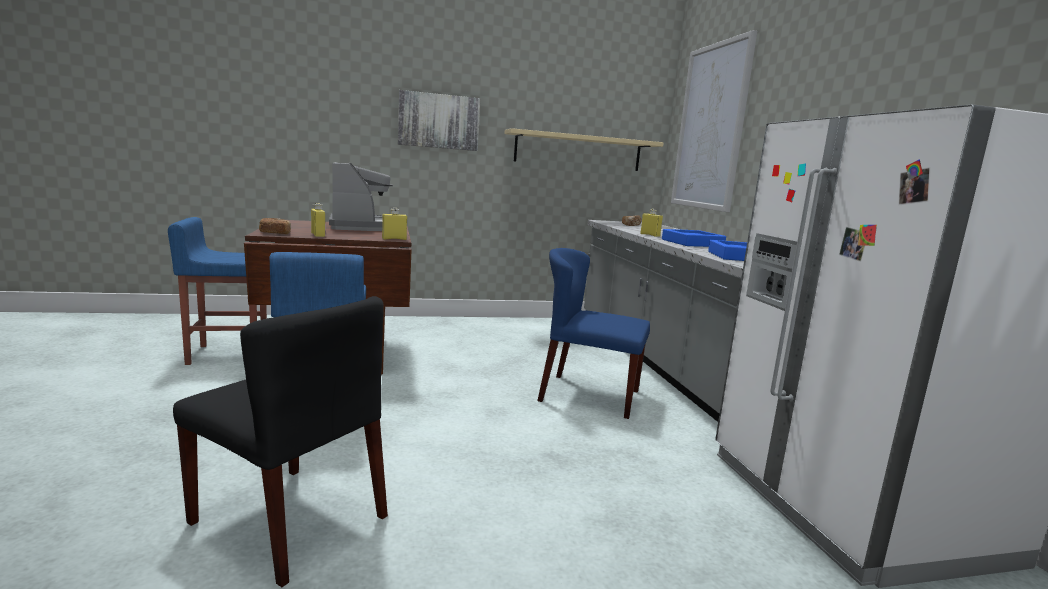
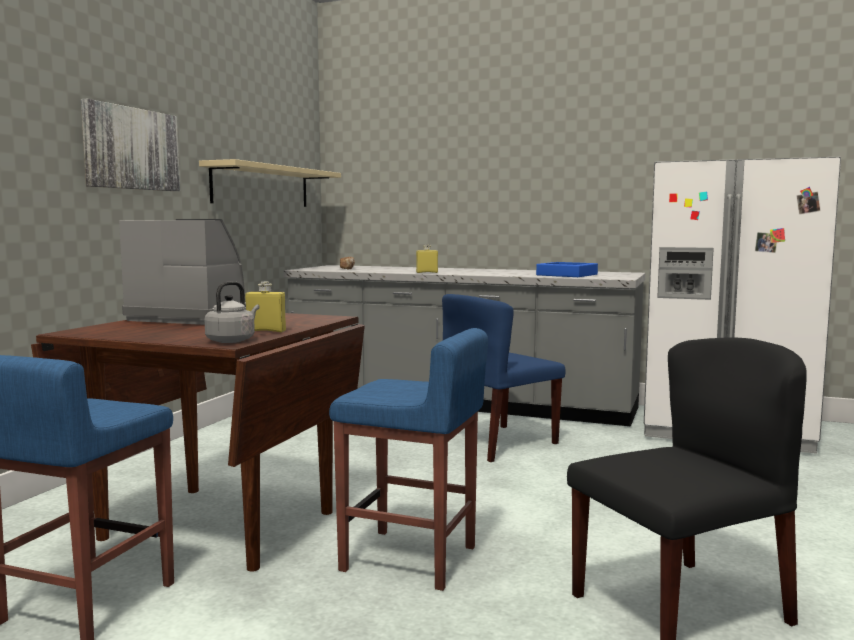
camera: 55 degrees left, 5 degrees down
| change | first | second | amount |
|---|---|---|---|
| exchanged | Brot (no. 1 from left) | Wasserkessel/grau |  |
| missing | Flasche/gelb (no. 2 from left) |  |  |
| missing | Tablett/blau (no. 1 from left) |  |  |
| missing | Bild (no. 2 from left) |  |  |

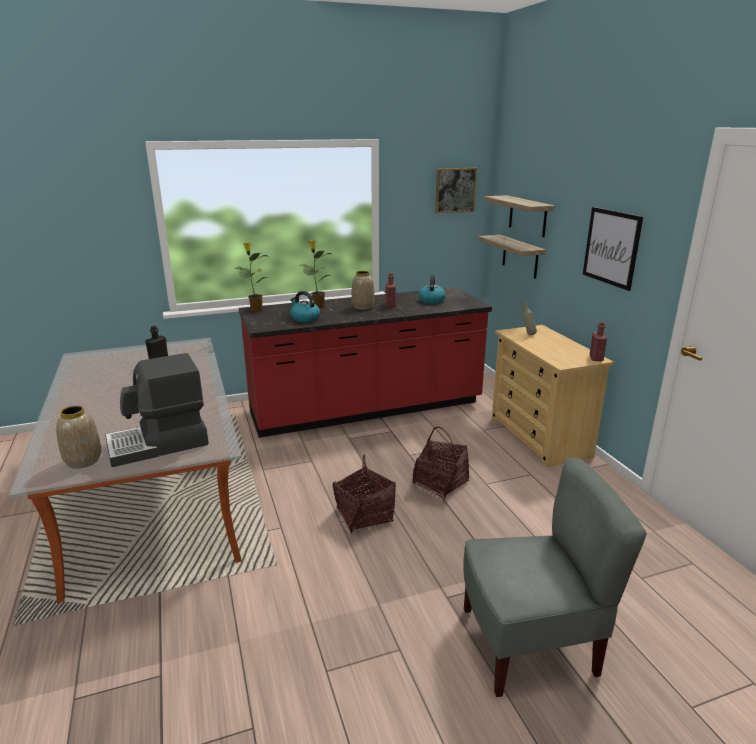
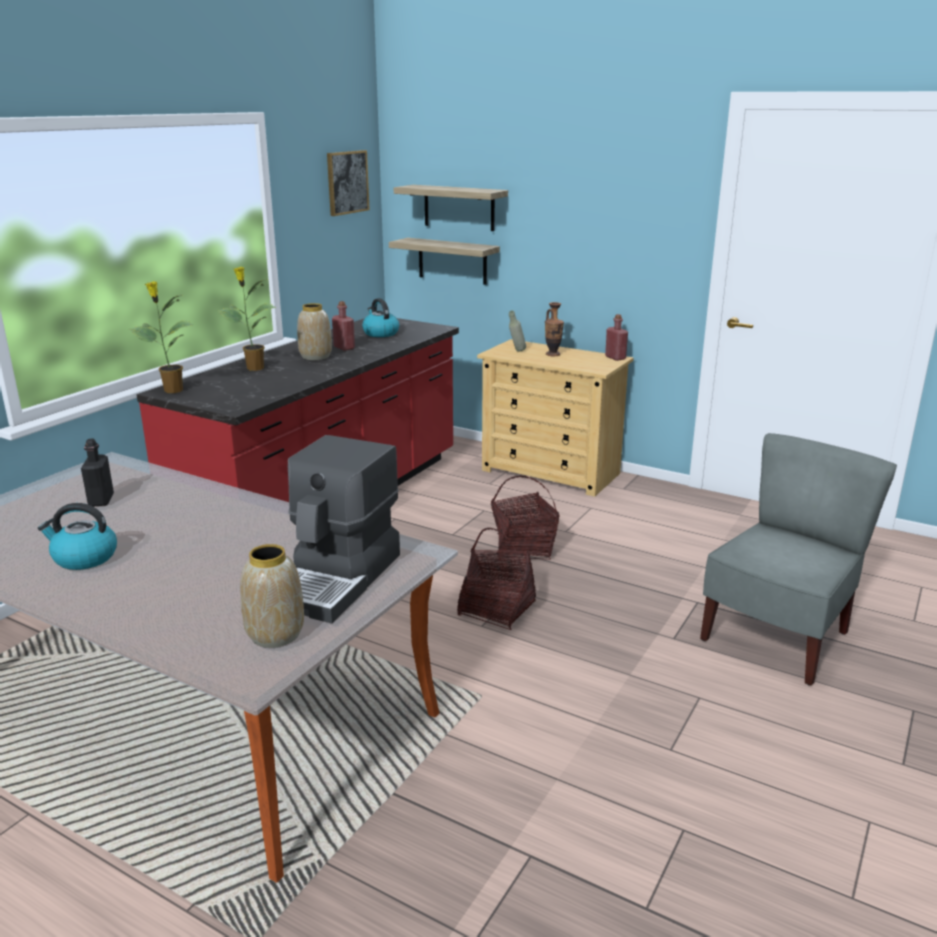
camera: 40 degrees left, 0 degrees up
| change | first | second | amount |
|---|---|---|---|
| relocated | Wasserkessel (no. 1 from left) |  |  |
| missing | Bild (no. 2 from left) |  |  |
| appeared |  | Vase (no. 3 from left) |  |

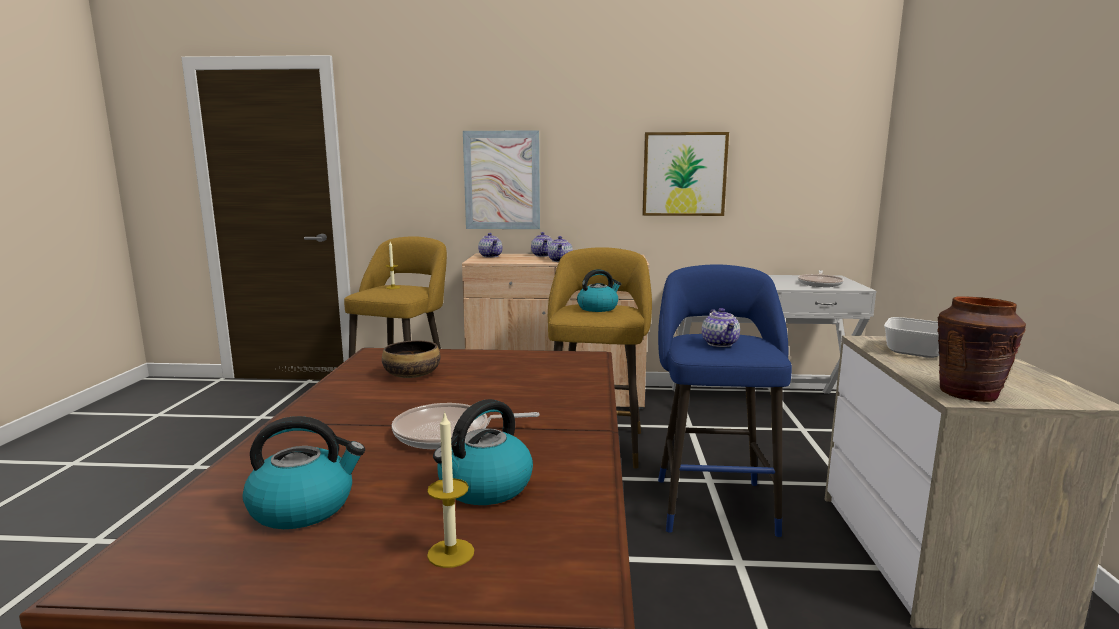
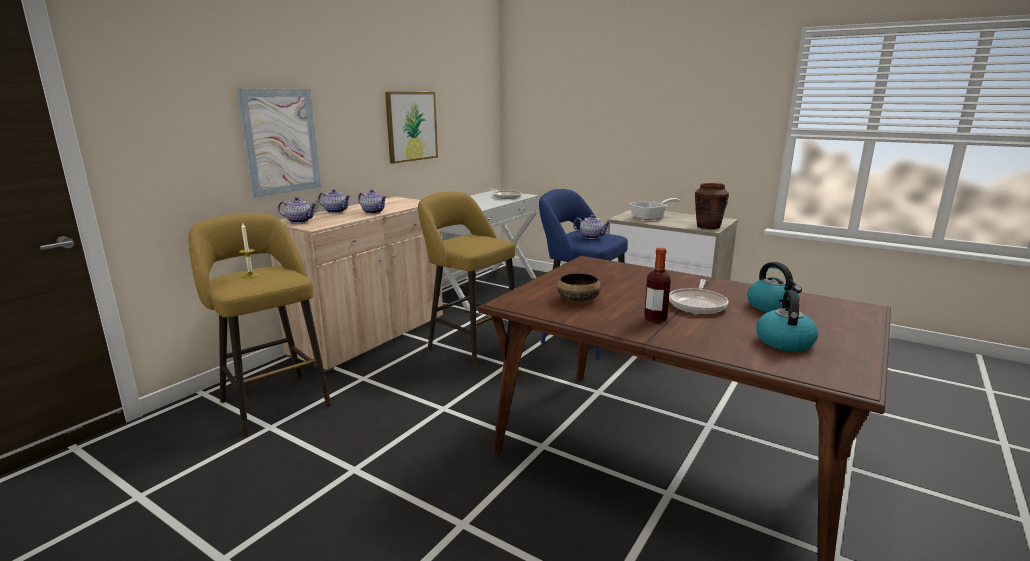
camera: 60 degrees left, 5 degrees up
| change | first | second | amount |
|---|---|---|---|
| missing | Kerze (no. 2 from left) |  |  |
| missing | Wasserkessel (no. 3 from left) |  |  |
| appeared |  | Flasche |  |

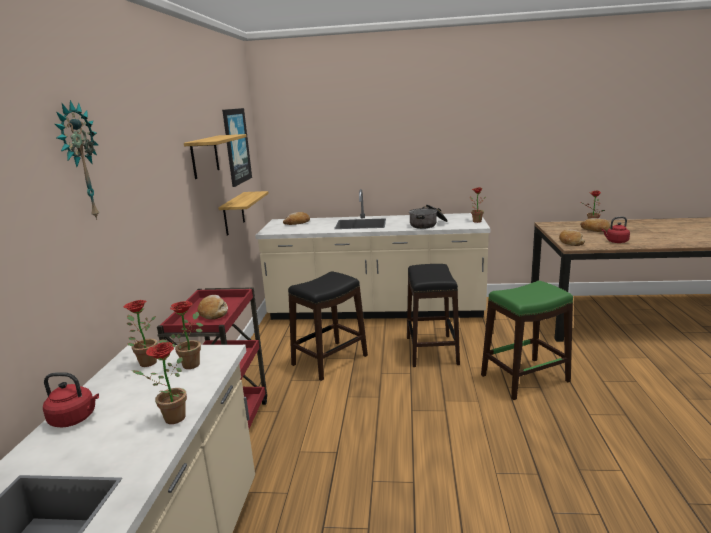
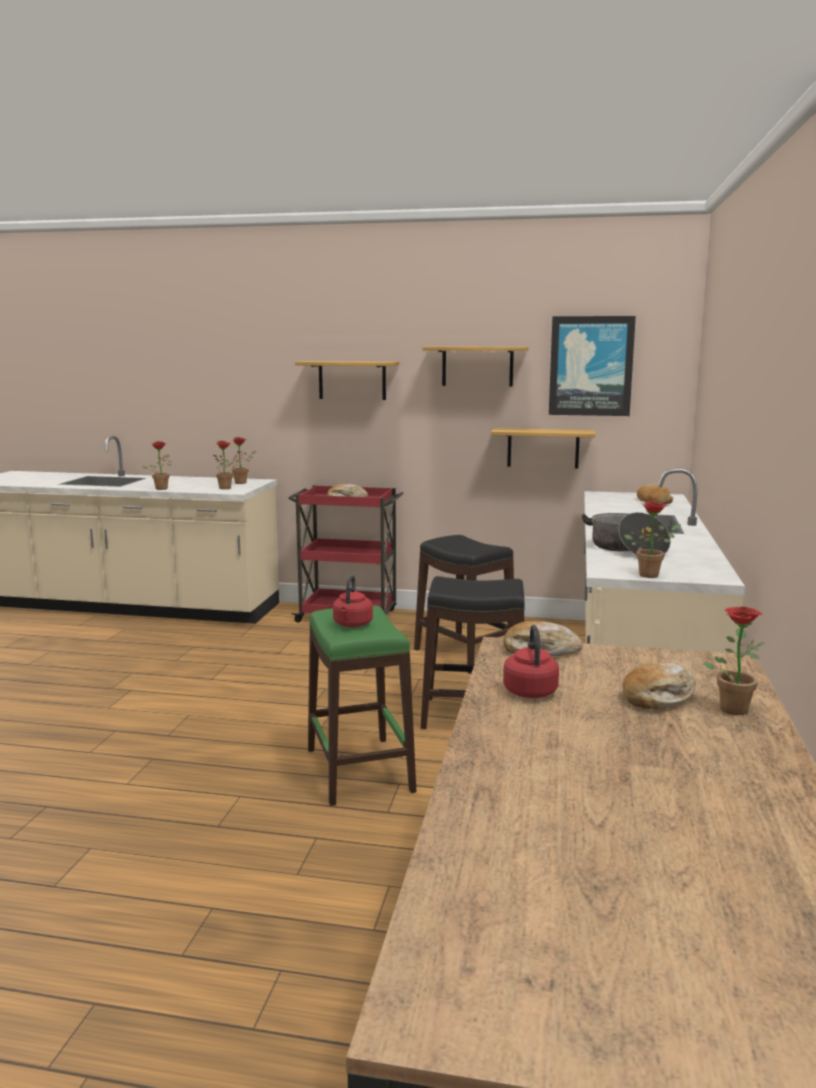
camera: 95 degrees right, 5 degrees down
| change | first | second | amount |
|---|---|---|---|
| relocated | Wasserkessel/rot (no. 1 from left) |  |  |
| missing | Wanduhr |  |  |
| appeared |  | Wandregal (no. 1 from left) |  |

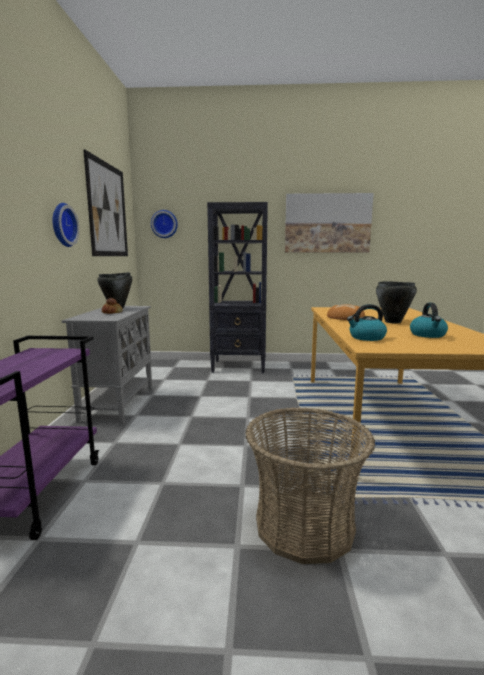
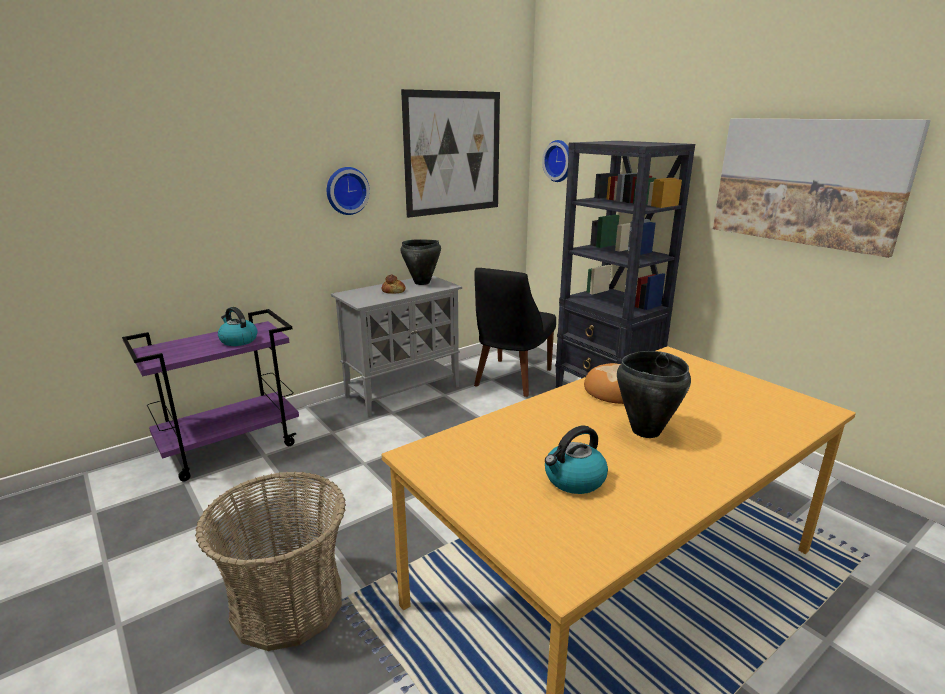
camera: 50 degrees right, 10 degrees up
| change | first | second | amount |
|---|---|---|---|
| relocated | Wasserkessel (no. 1 from left) |  |  |
| appeared |  | Stuhl/schwarz |  |

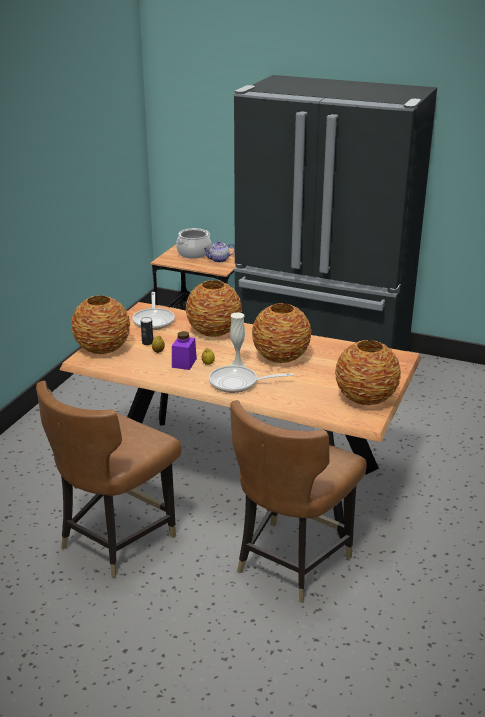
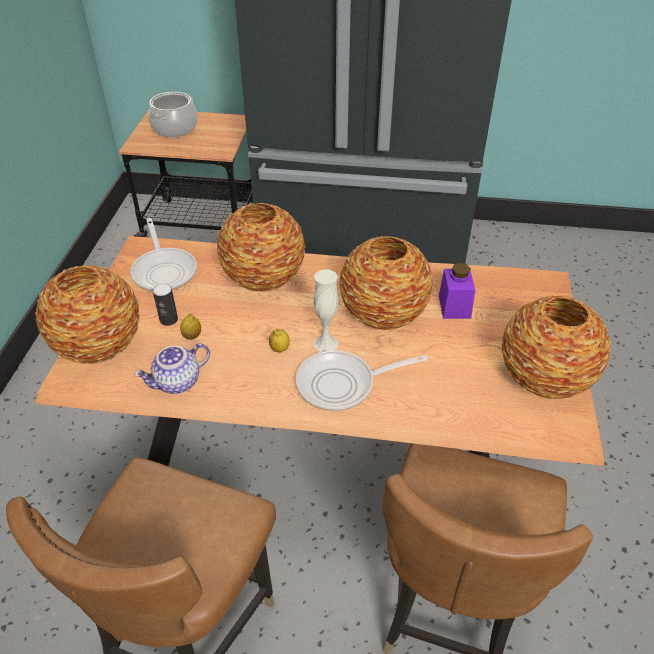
camera: 15 degrees left, 15 degrees up
| change | first | second | amount |
|---|---|---|---|
| relocated | Vorratsglas/lila |  |  |
| relocated | Teekanne |  |  |

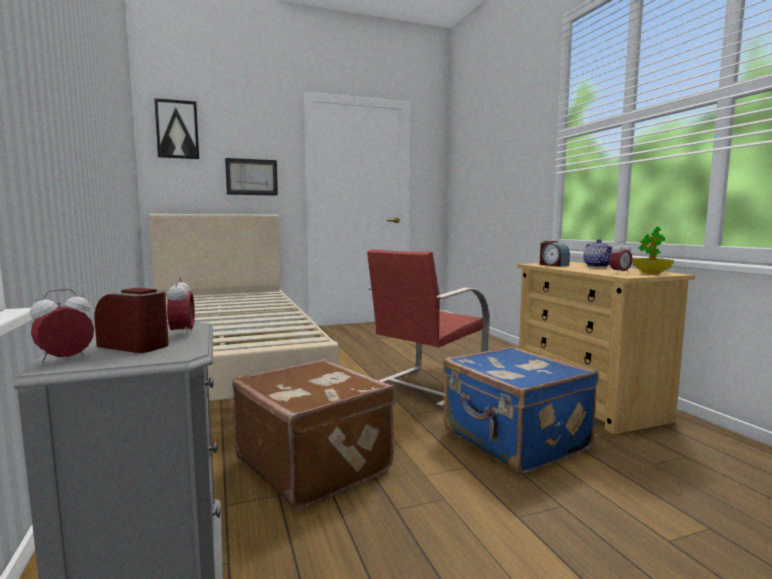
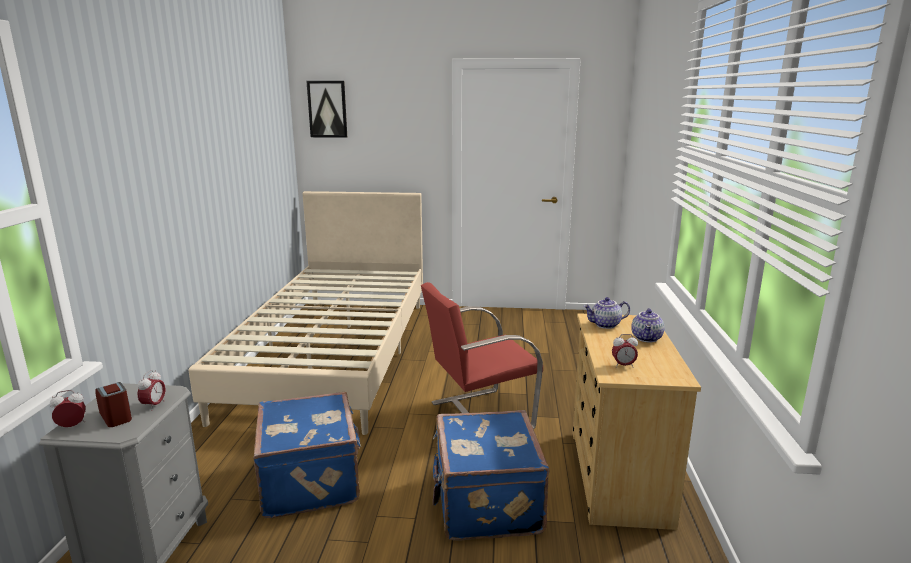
camera: 25 degrees right, 10 degrees up
| change | first | second | amount |
|---|---|---|---|
| missing | Bild (no. 2 from left) |  |  |
| colour | Koffer/braun | Koffer/blau (no. 1 from left) |  |
| exchanged | Wecker (no. 4 from left) | Teekanne (no. 1 from left) |  |
| missing | Topfpflanze |  |  |

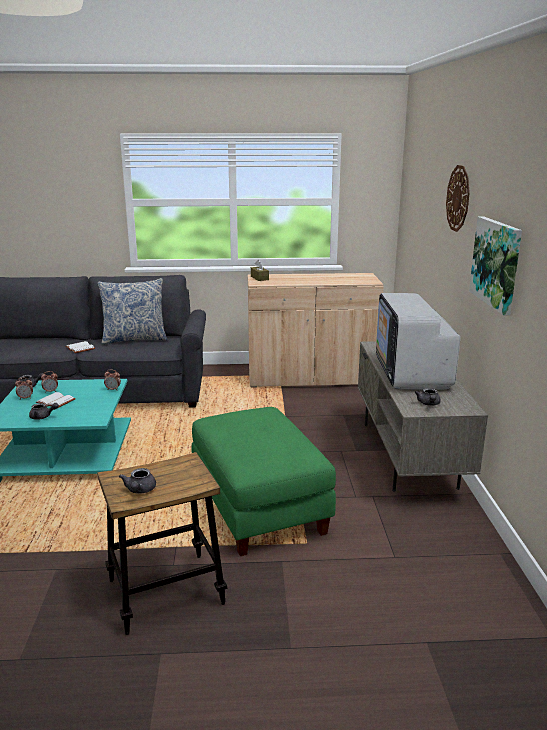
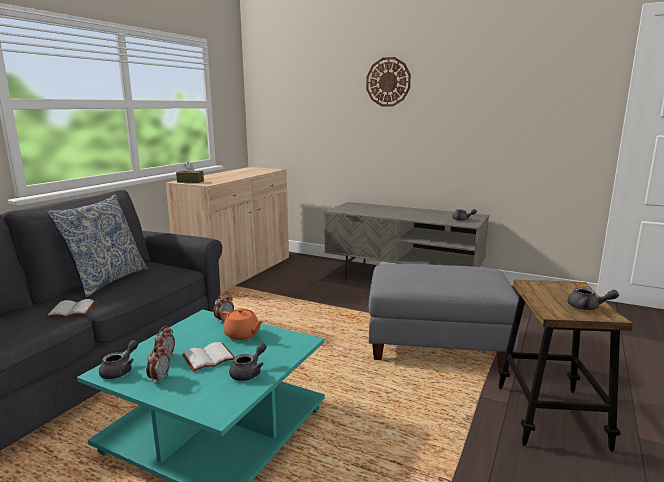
camera: 60 degrees left, 5 degrees down
| change | first | second | amount |
|---|---|---|---|
| colour | Polsterhocker/grün | Polsterhocker/grau |  |
| missing | Fernseher |  |  |
| missing | Bild |  |  |
| appeared |  | Teekanne/orange |  |

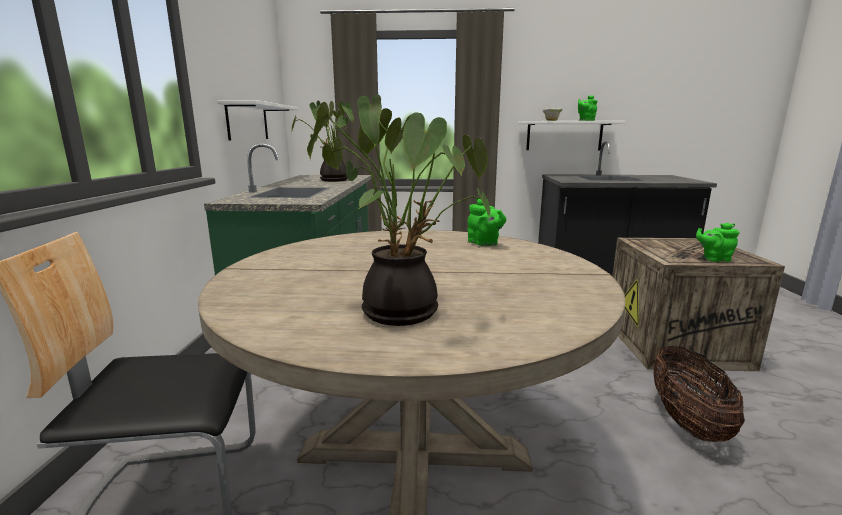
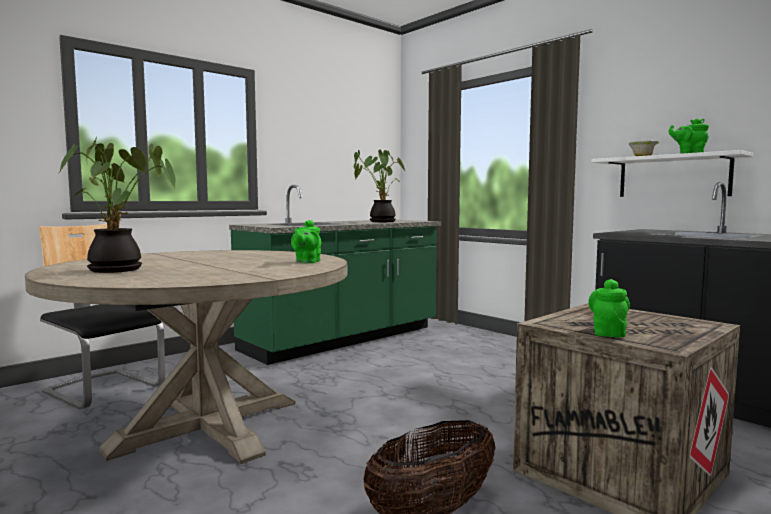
camera: 45 degrees right, 10 degrees down
| change | first | second | amount |
|---|---|---|---|
| missing | Wandregal/weiß (no. 1 from left) |  |  |
| spun | Teekanne/grün (no. 3 from left in the first image) | Teekanne/grün (no. 2 from left) | 60 degrees clockwise |

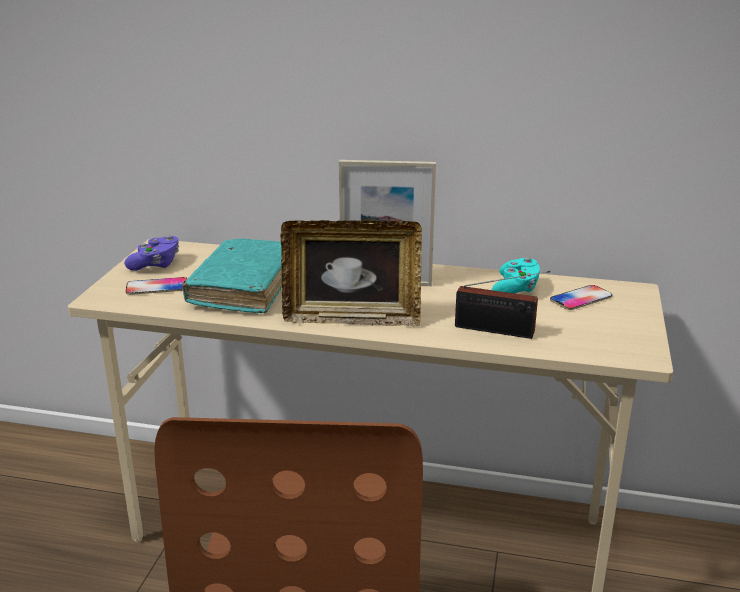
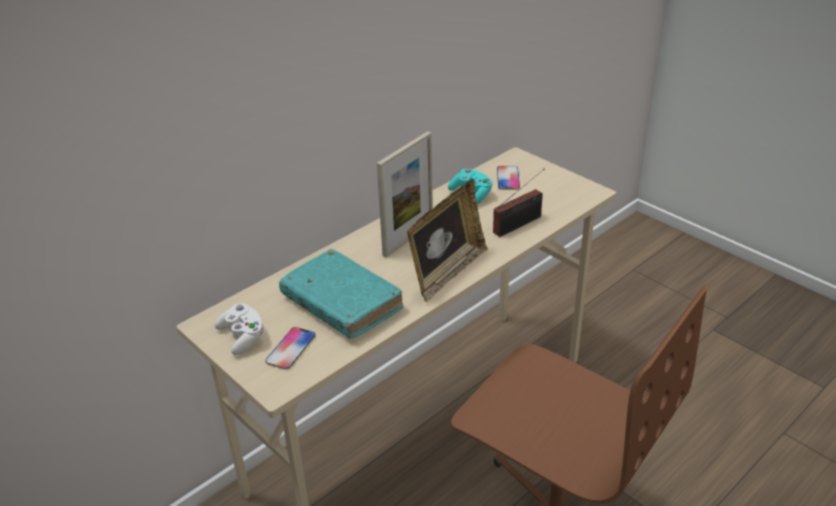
camera: 55 degrees left, 10 degrees up
| change | first | second | amount |
|---|---|---|---|
| colour | Gamepad/lila | Gamepad/weiß |  |

